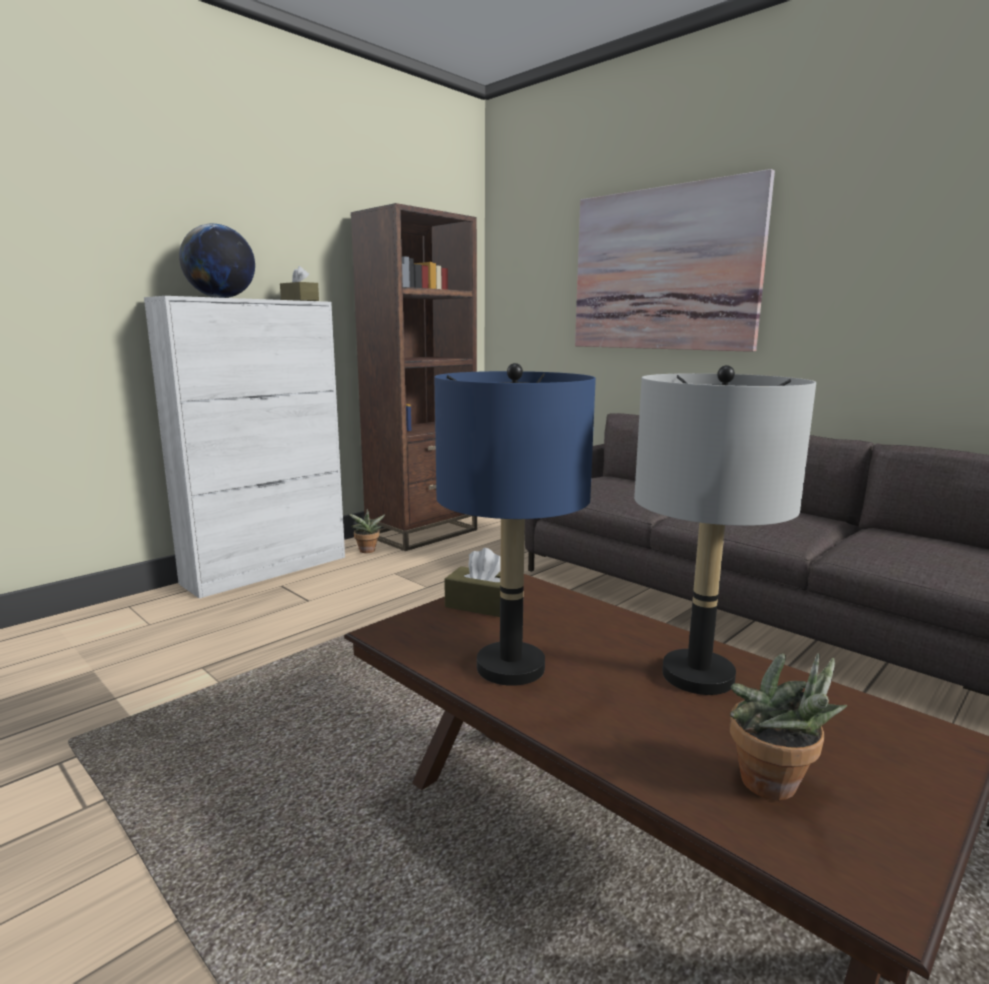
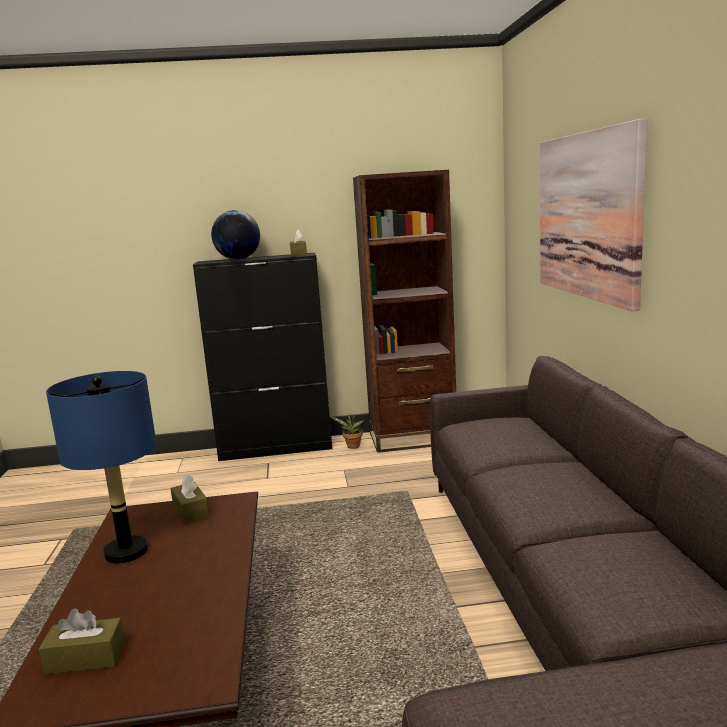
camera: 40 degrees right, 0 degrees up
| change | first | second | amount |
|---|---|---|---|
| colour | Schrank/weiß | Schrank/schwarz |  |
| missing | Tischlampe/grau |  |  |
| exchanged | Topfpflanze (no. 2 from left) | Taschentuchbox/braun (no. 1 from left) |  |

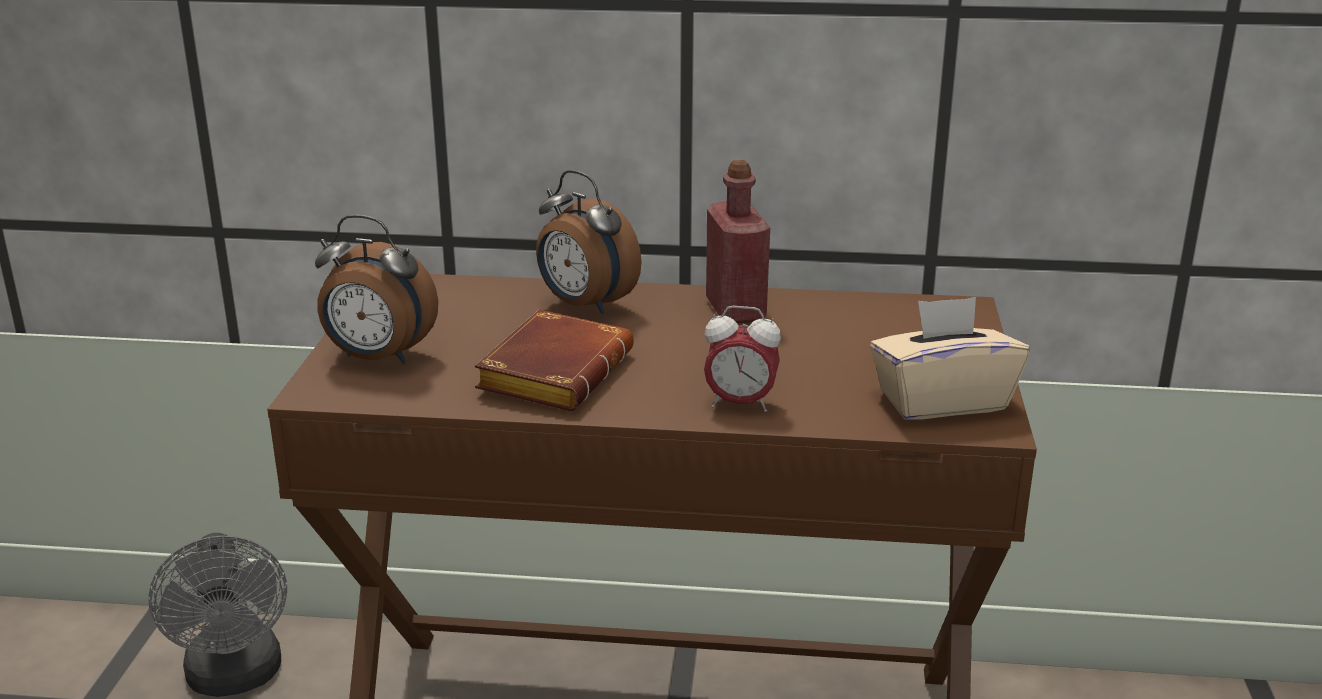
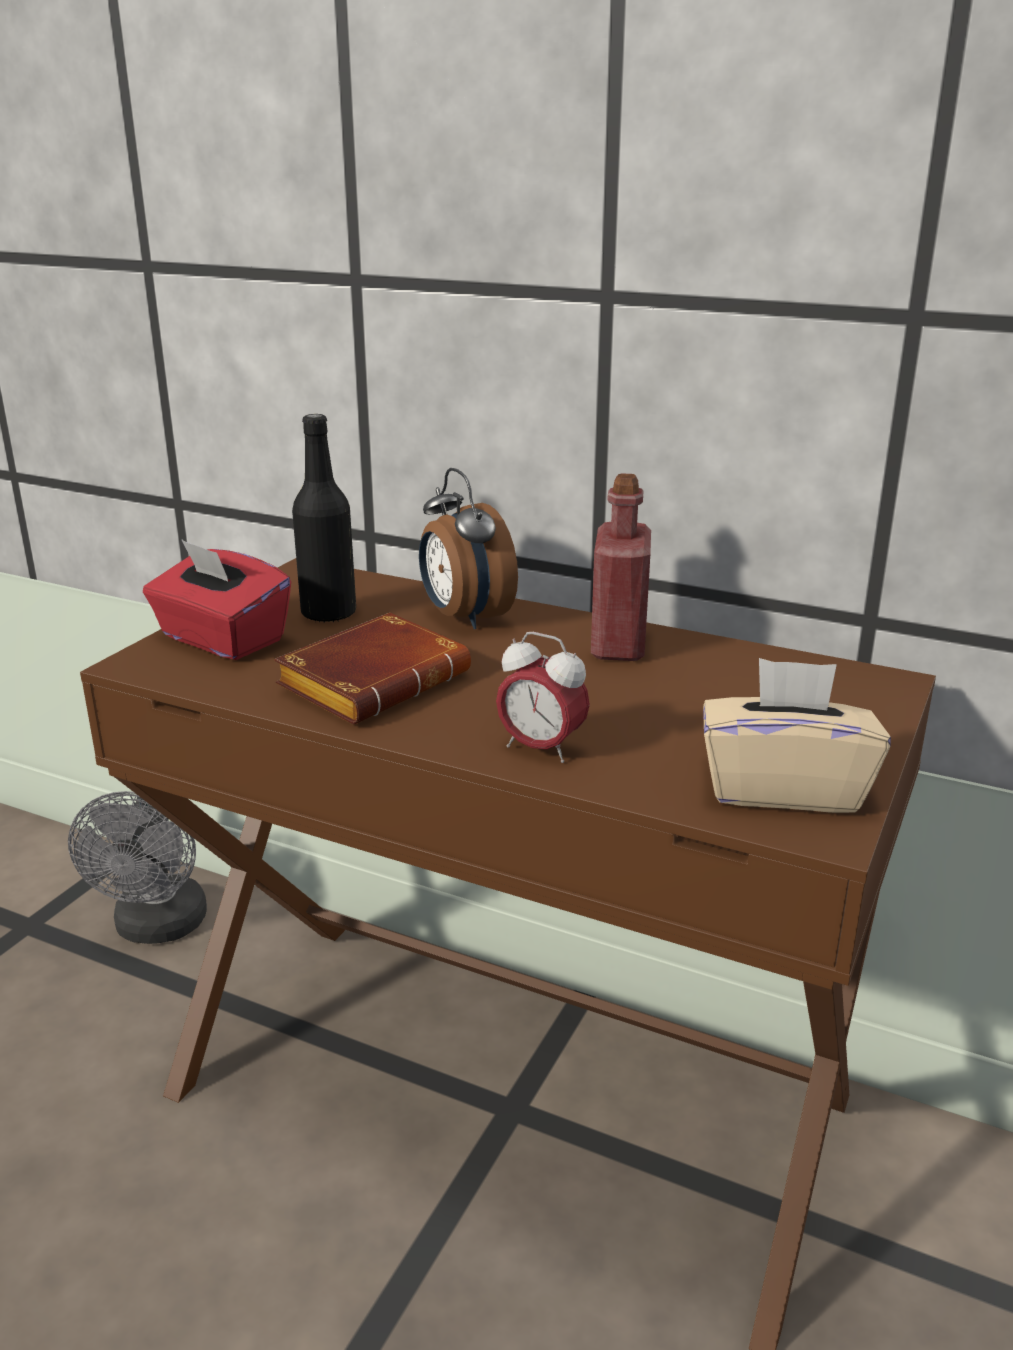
camera: 20 degrees right, 0 degrees up
| change | first | second | amount |
|---|---|---|---|
| exchanged | Wecker (no. 1 from left) | Taschentuchbox/rot |  |
| appeared |  | Flasche/schwarz |  |

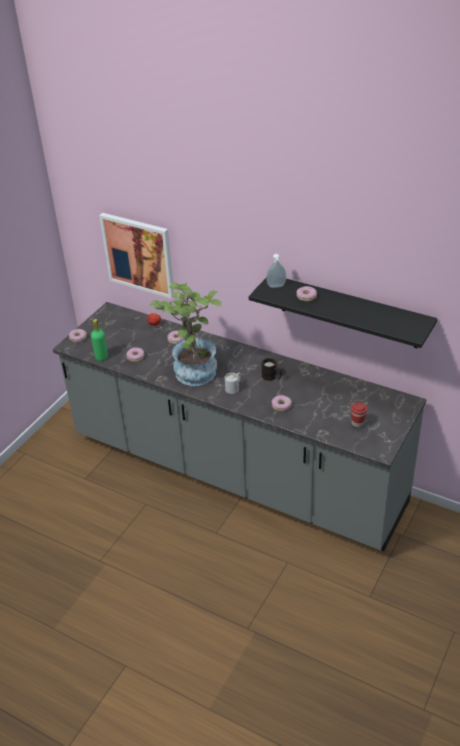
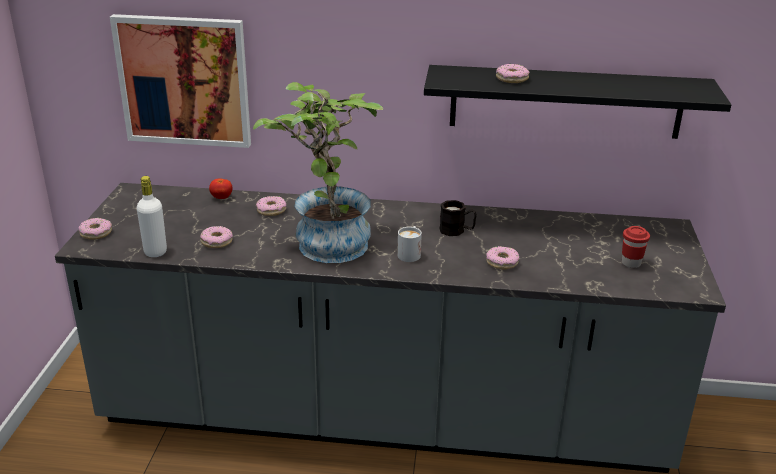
camera: 25 degrees left, 10 degrees down
| change | first | second | amount |
|---|---|---|---|
| colour | Flasche/grün | Flasche/weiß |  |
| missing | Seifenspender |  |  |

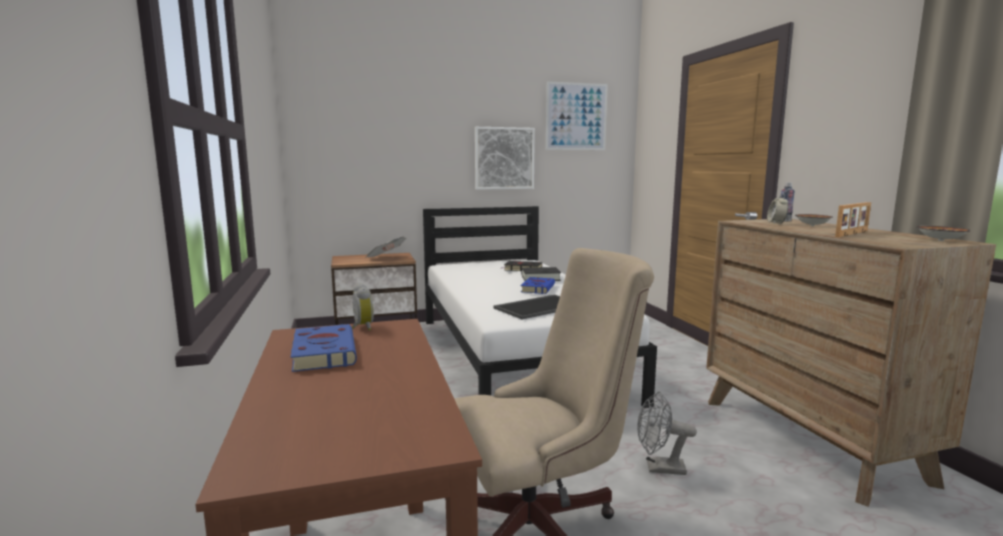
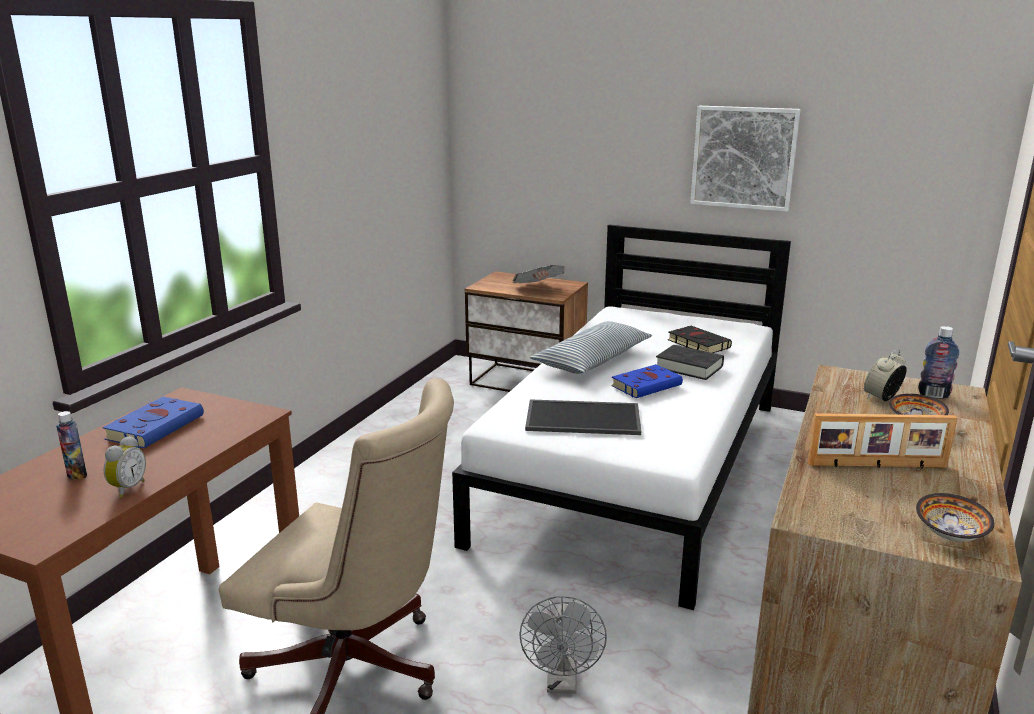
camera: 40 degrees right, 10 degrees up
| change | first | second | amount |
|---|---|---|---|
| relocated | Wecker (no. 1 from left) |  |  |
| missing | Bild (no. 2 from left) |  |  |
| spun | Ventilator/grau |  | 135 degrees counterclockwise |
| appeared |  | Flasche (no. 1 from left) |  |
| appeared |  | Kissen |  |

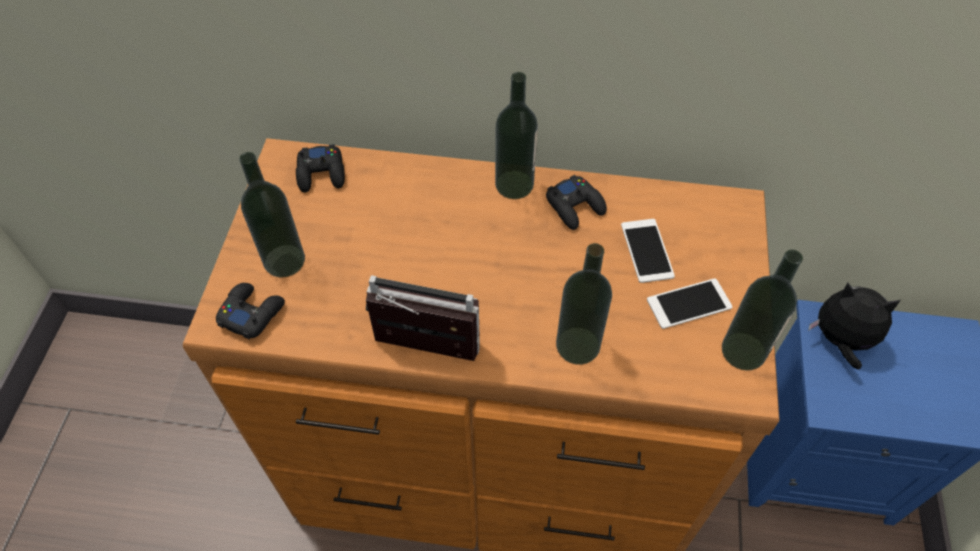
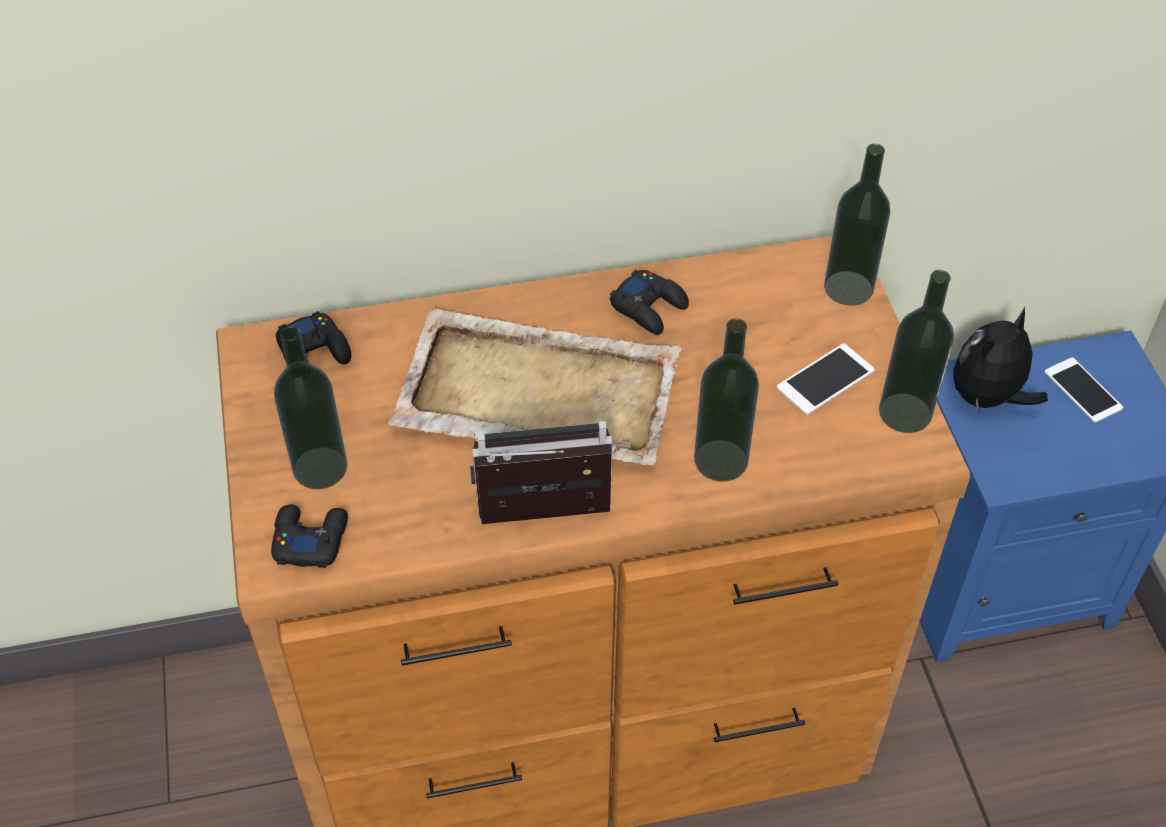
camera: 20 degrees left, 5 degrees down
| change | first | second | amount |
|---|---|---|---|
| relocated | Flasche (no. 2 from left in the first image) | Flasche (no. 3 from left) |  |
| relocated | Handy (no. 1 from left in the first image) | Handy (no. 2 from left) |  |
| spun | Plüschtier |  | 45 degrees counterclockwise |
| appeared |  | Tablett/beige |  |

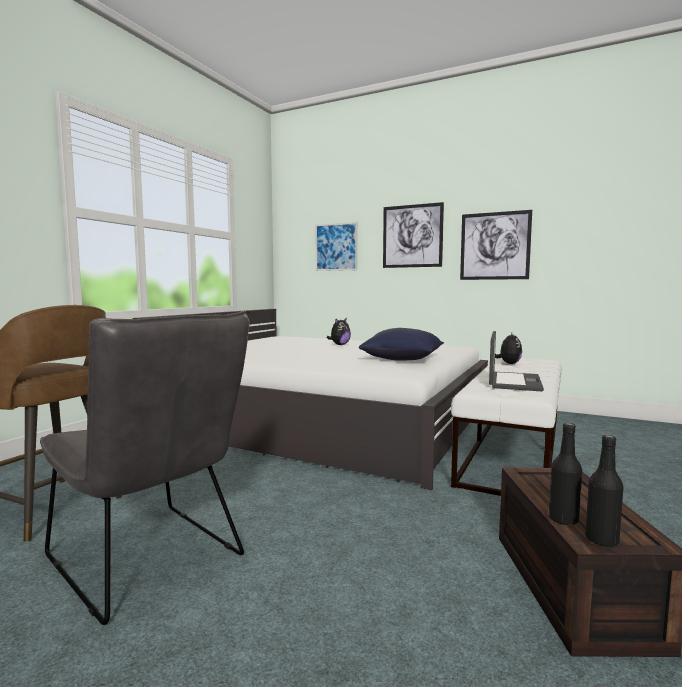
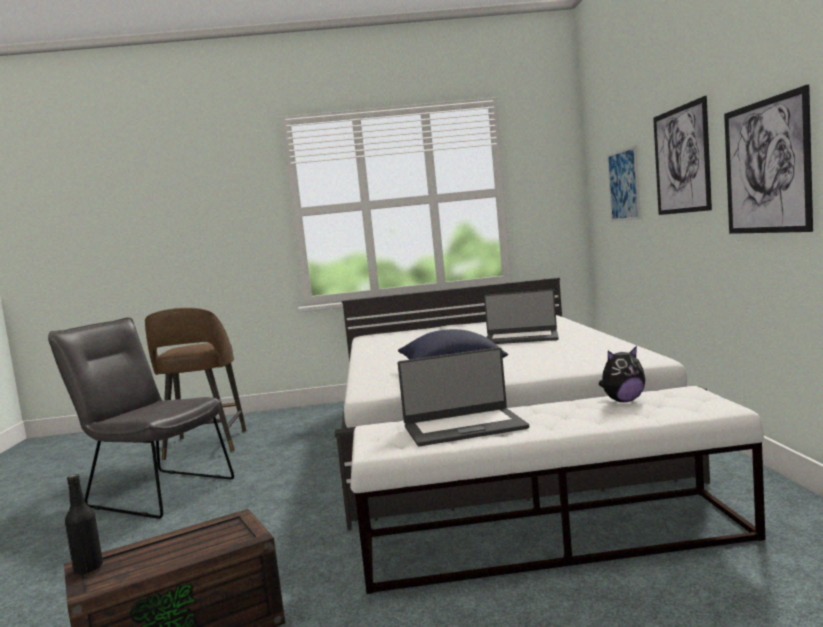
camera: 60 degrees right, 0 degrees up
| change | first | second | amount |
|---|---|---|---|
| spun | Stuhl/grau |  | 105 degrees clockwise |
| exchanged | Plüschtier (no. 1 from left) | Laptop (no. 2 from left) |  |
| missing | Flasche/schwarz (no. 1 from left) |  |  |

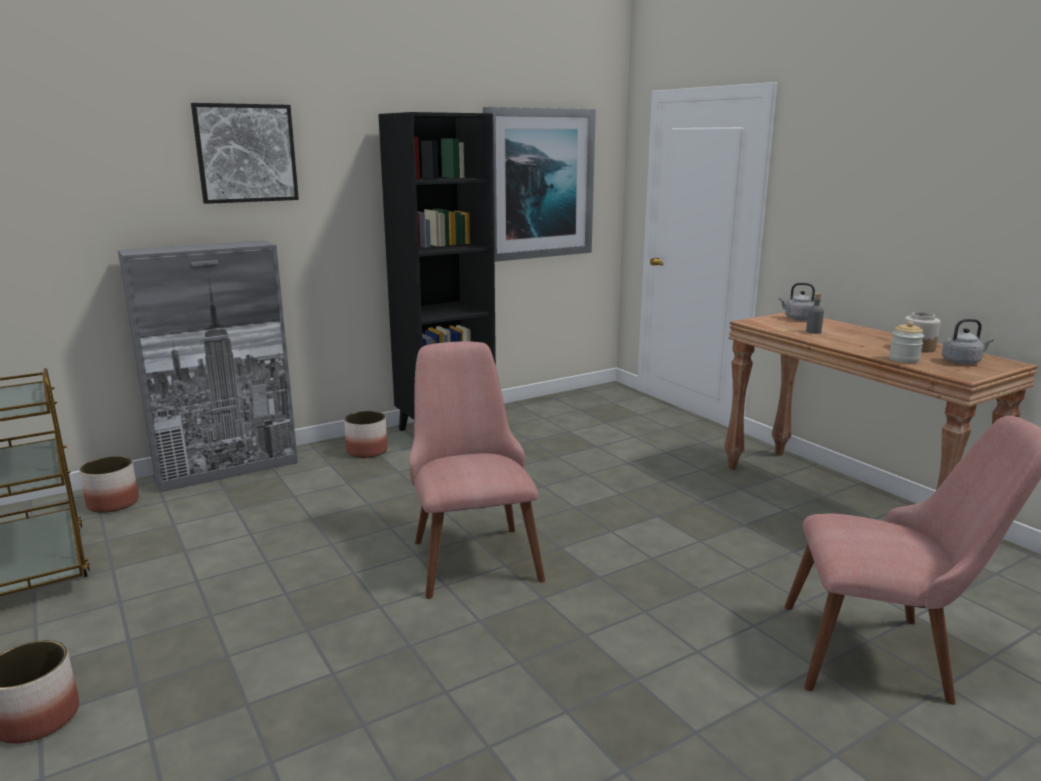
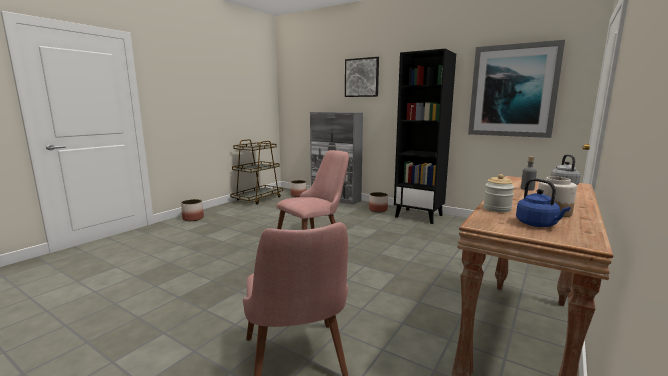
camera: 65 degrees right, 5 degrees down
| change | first | second | amount |
|---|---|---|---|
| colour | Wasserkessel/grau (no. 2 from left) | Wasserkessel/blau |  |

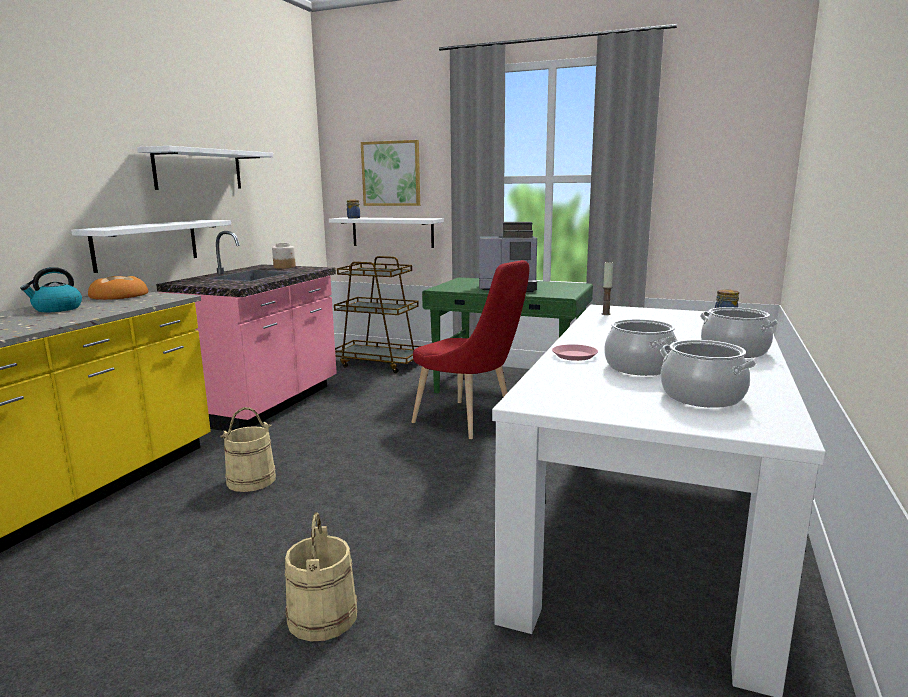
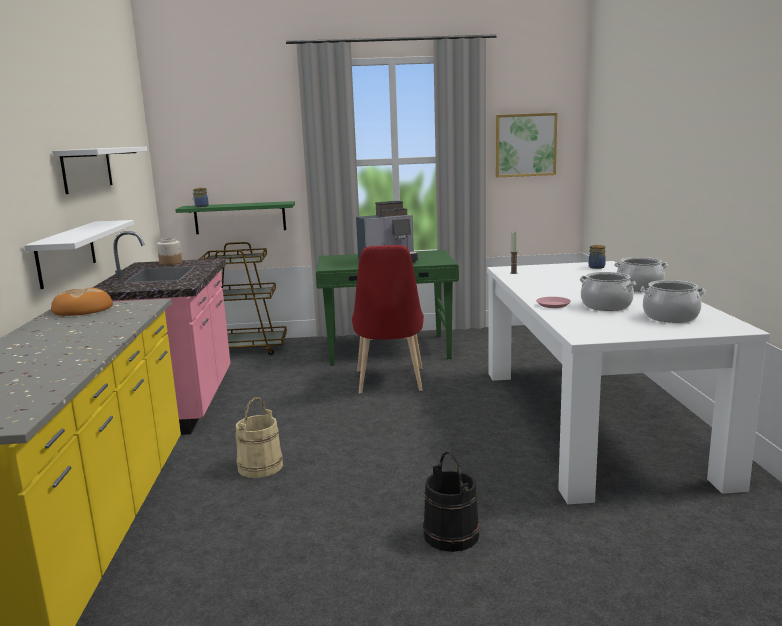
camera: 25 degrees left, 0 degrees up
| change | first | second | amount |
|---|---|---|---|
| missing | Wasserkessel |  |  |
| colour | Eimer/beige (no. 2 from left) | Eimer/schwarz |  |
| colour | Wandregal/weiß (no. 3 from left) | Wandregal/grün |  |
| relocated | Bild |  |  |
| spun | Stuhl/rot |  | 75 degrees clockwise |

